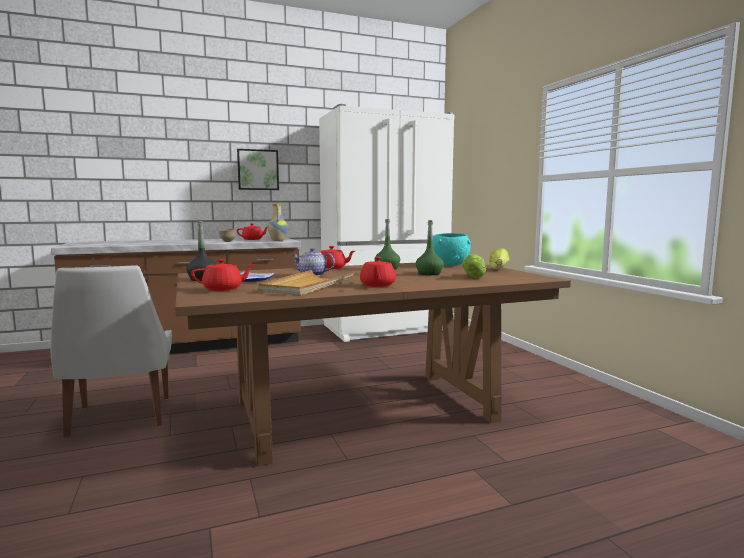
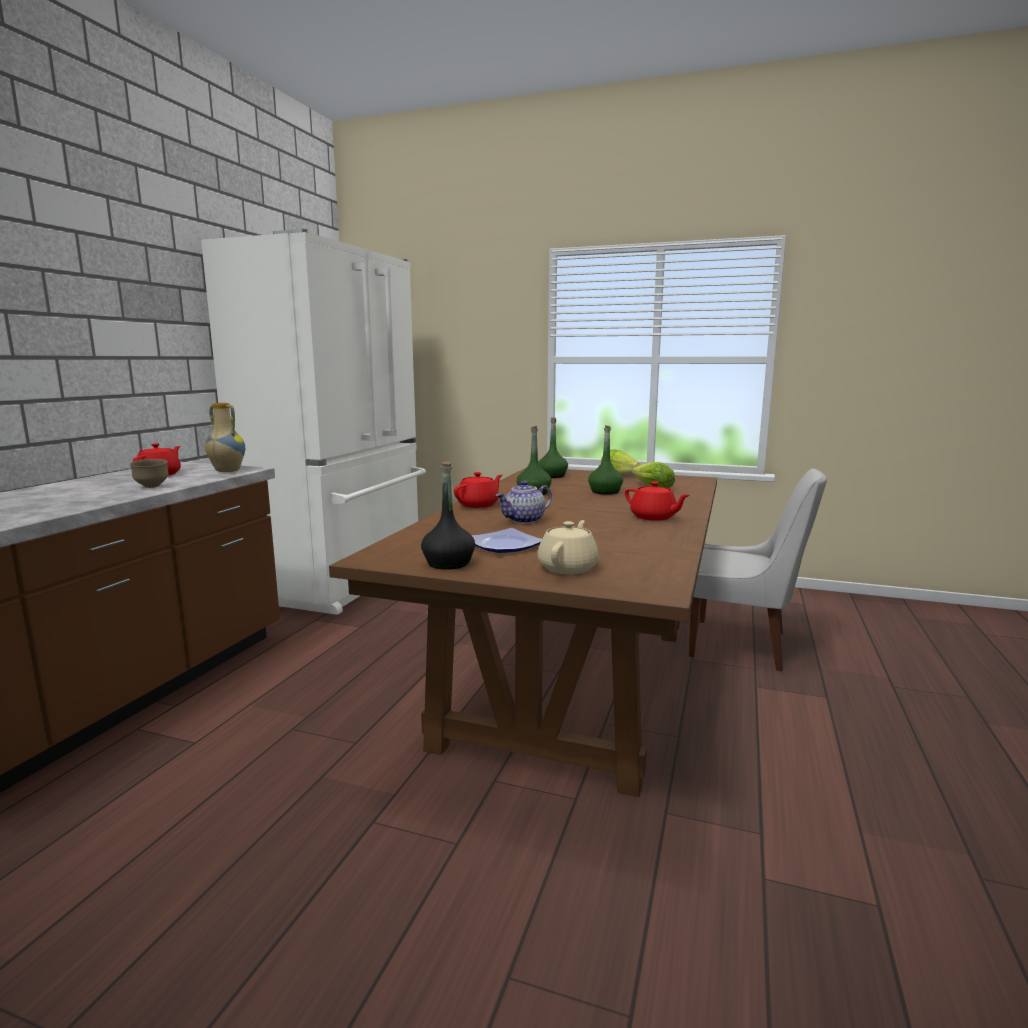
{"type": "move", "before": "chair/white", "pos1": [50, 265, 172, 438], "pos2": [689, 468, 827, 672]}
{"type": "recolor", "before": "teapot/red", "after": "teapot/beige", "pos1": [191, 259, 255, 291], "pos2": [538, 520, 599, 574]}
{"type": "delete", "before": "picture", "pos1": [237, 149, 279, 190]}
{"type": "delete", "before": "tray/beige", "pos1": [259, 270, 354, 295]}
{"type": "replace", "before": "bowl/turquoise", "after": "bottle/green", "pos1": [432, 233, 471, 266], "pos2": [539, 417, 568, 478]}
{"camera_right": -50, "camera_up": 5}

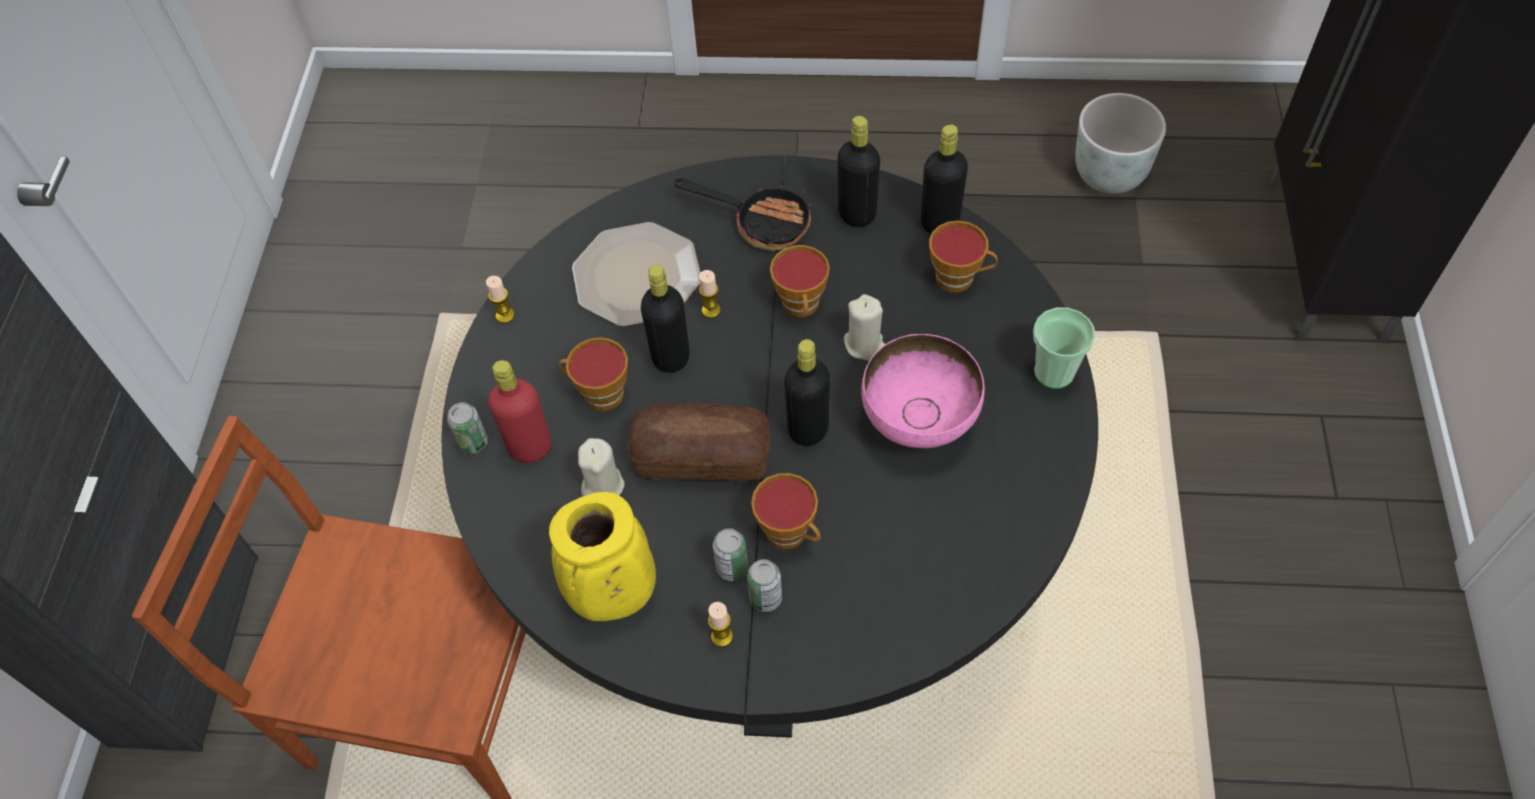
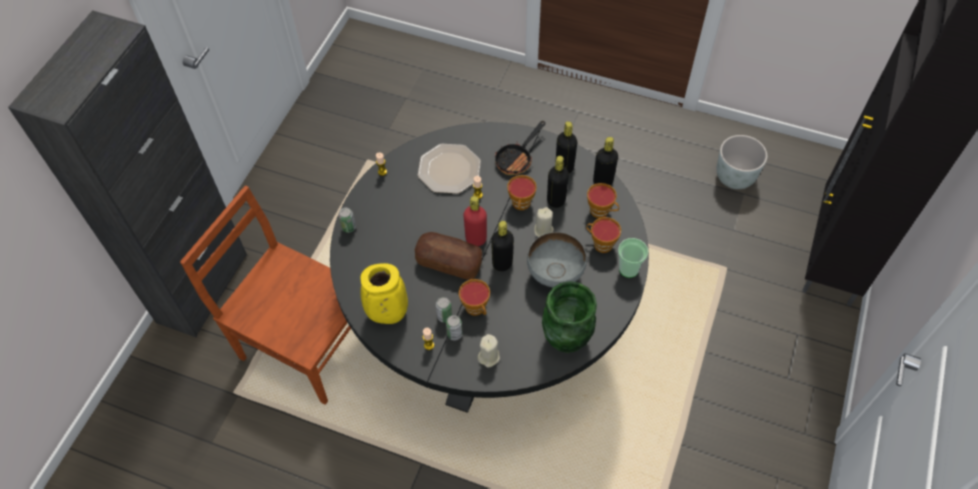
{"type": "move", "before": "bottle/red", "pos1": [488, 360, 551, 463], "pos2": [463, 196, 487, 246]}
{"type": "move", "before": "cup", "pos1": [559, 337, 628, 411], "pos2": [586, 217, 621, 253]}
{"type": "move", "before": "candle/beige", "pos1": [578, 438, 625, 496], "pos2": [478, 334, 500, 368]}
{"type": "move", "before": "bottle/black", "pos1": [641, 264, 690, 373], "pos2": [547, 156, 569, 208]}
{"type": "rotate", "before": "frying pan", "pos1": [674, 178, 811, 251], "pos2": [495, 121, 546, 175], "turn": 90}
{"type": "recolor", "before": "bowl/pink", "after": "bowl/grey", "pos1": [861, 334, 985, 448], "pos2": [527, 232, 587, 287]}
{"type": "insert", "after": "vase/green", "pos2": [542, 281, 597, 353]}
{"camera_right": 15, "camera_up": 0}

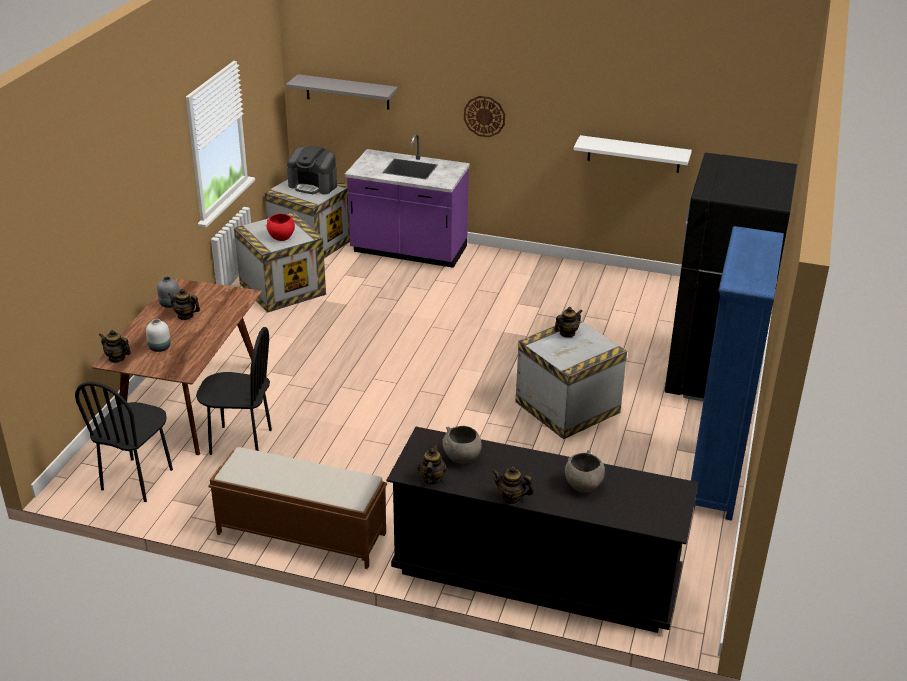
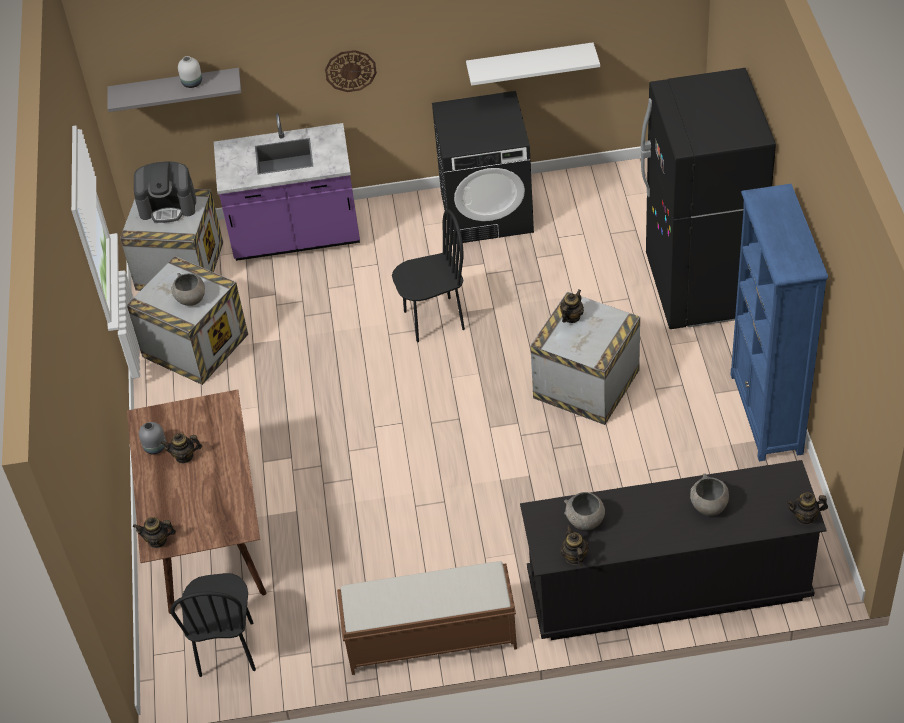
{"type": "move", "before": "vase/white", "pos1": [146, 319, 171, 352], "pos2": [178, 56, 202, 88]}
{"type": "move", "before": "chair/black", "pos1": [196, 327, 272, 455], "pos2": [392, 209, 465, 342]}
{"type": "recolor", "before": "bowl/red", "after": "bowl/grey", "pos1": [267, 213, 295, 241], "pos2": [171, 273, 205, 306]}
{"type": "move", "before": "teapot", "pos1": [492, 467, 534, 505], "pos2": [786, 492, 828, 525]}
{"type": "insert", "after": "washing machine/black", "pos2": [432, 91, 534, 245]}
{"camera_right": -20, "camera_up": 15}

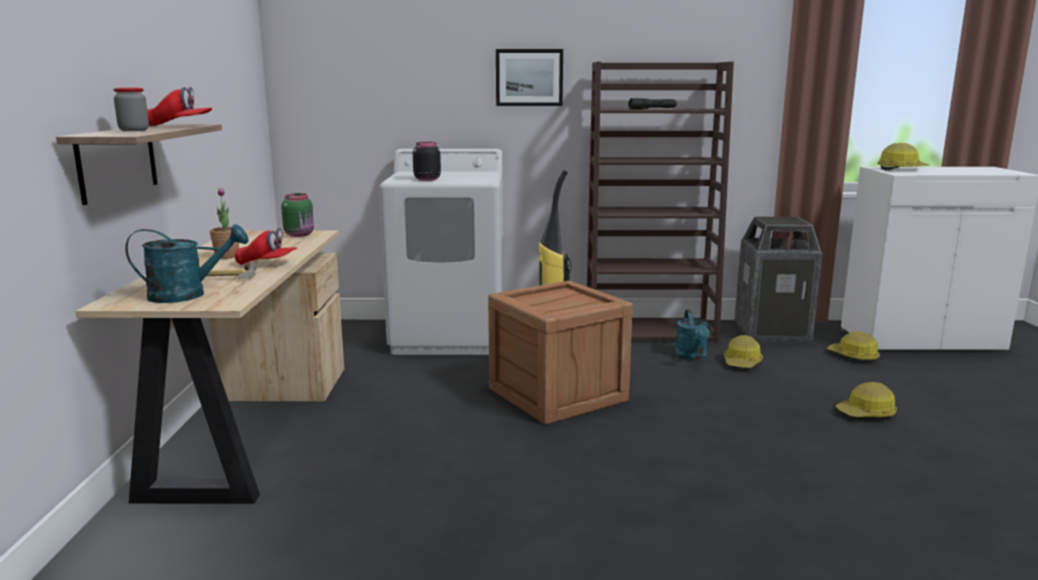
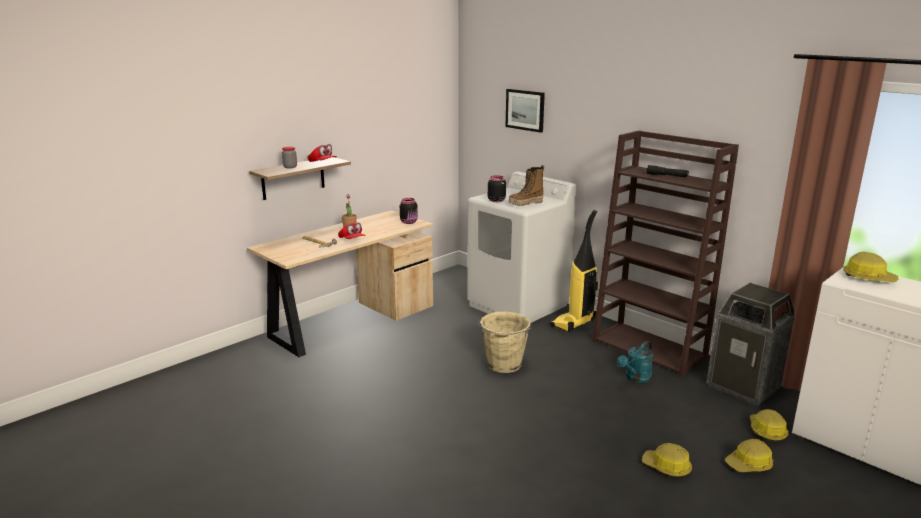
{"type": "delete", "before": "watering can/turquoise", "pos1": [125, 224, 249, 303]}
{"type": "recolor", "before": "jar/green", "after": "jar/black", "pos1": [281, 193, 314, 237], "pos2": [400, 198, 418, 224]}
{"type": "replace", "before": "crate", "after": "bucket/beige", "pos1": [488, 280, 633, 424], "pos2": [477, 311, 531, 373]}
{"type": "move", "before": "picture", "pos1": [496, 49, 563, 106], "pos2": [505, 89, 545, 133]}
{"type": "move", "before": "hard hat", "pos1": [724, 335, 763, 368], "pos2": [725, 439, 773, 472]}
{"type": "insert", "after": "boot", "pos2": [509, 165, 544, 206]}
{"camera_right": 45, "camera_up": 5}

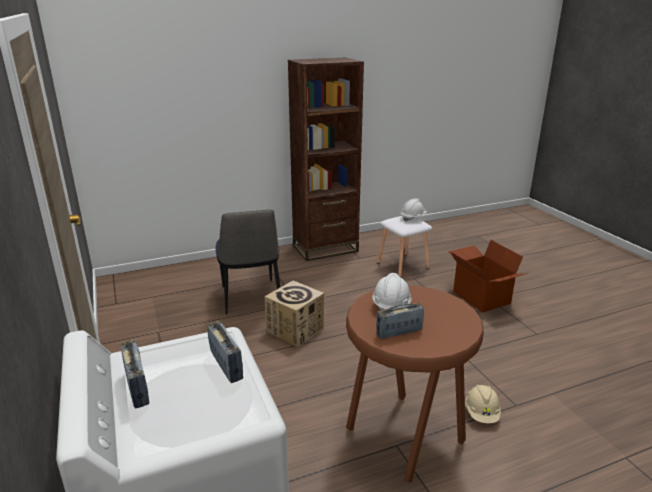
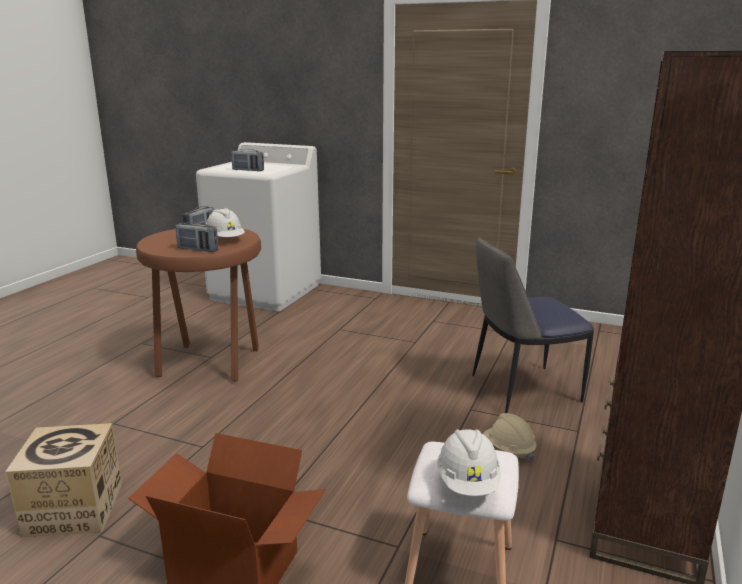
{"type": "move", "before": "radio", "pos1": [121, 340, 149, 409], "pos2": [176, 222, 218, 252]}
{"type": "rotate", "before": "chair", "pos1": [215, 209, 280, 315], "pos2": [472, 237, 594, 413], "turn": -45}
{"type": "move", "before": "cardboard box", "pos1": [265, 281, 324, 347], "pos2": [5, 423, 122, 538]}
{"type": "move", "before": "hard hat/beige", "pos1": [465, 385, 501, 423], "pos2": [483, 413, 536, 461]}
{"camera_right": 135, "camera_up": -5}

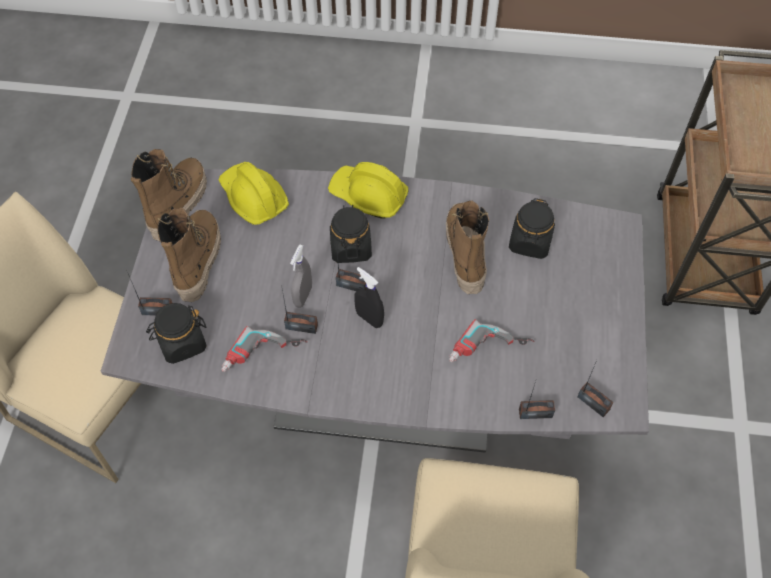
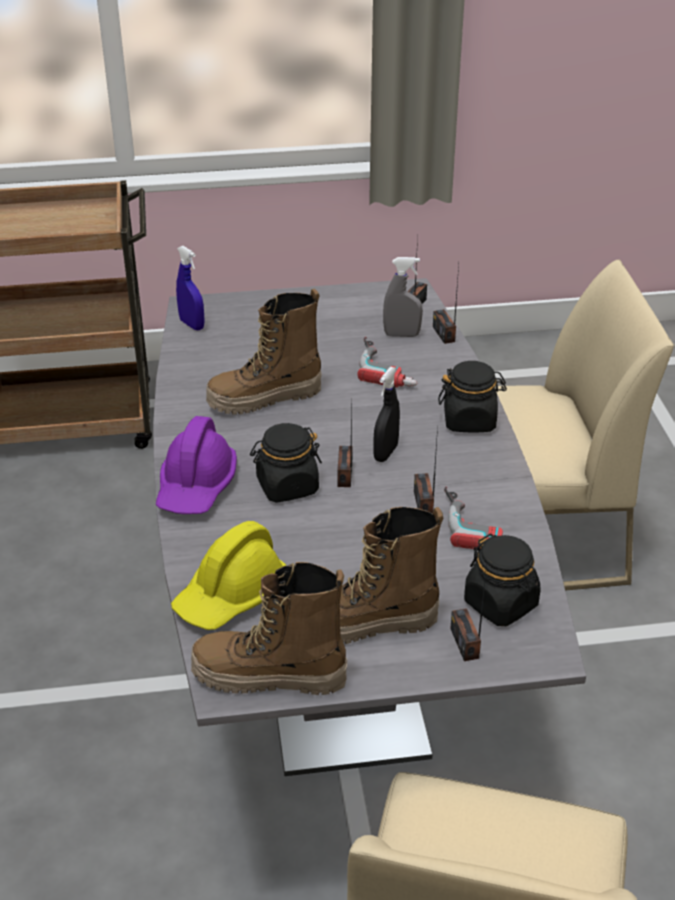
{"type": "move", "before": "spray bottle/grey", "pos1": [290, 244, 312, 308], "pos2": [383, 257, 423, 337]}
{"type": "recolor", "before": "hard hat/yellow", "after": "hard hat/purple", "pos1": [328, 162, 409, 219], "pos2": [156, 416, 237, 514]}
{"type": "move", "before": "jar/black", "pos1": [509, 198, 555, 259], "pos2": [438, 361, 507, 433]}
{"type": "insert", "after": "spray bottle/blue", "pos2": [176, 246, 205, 330]}
{"camera_right": -105, "camera_up": -20}

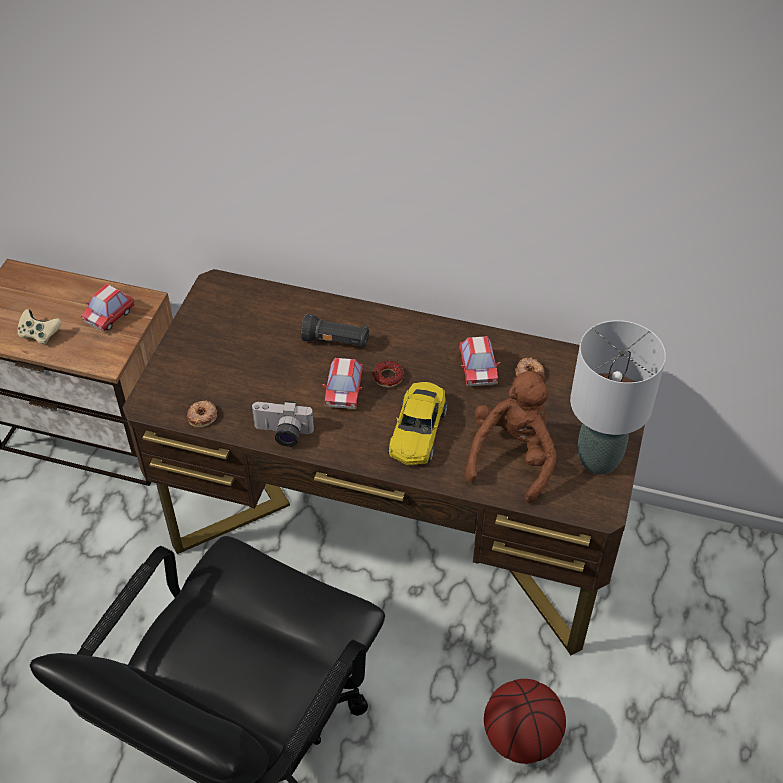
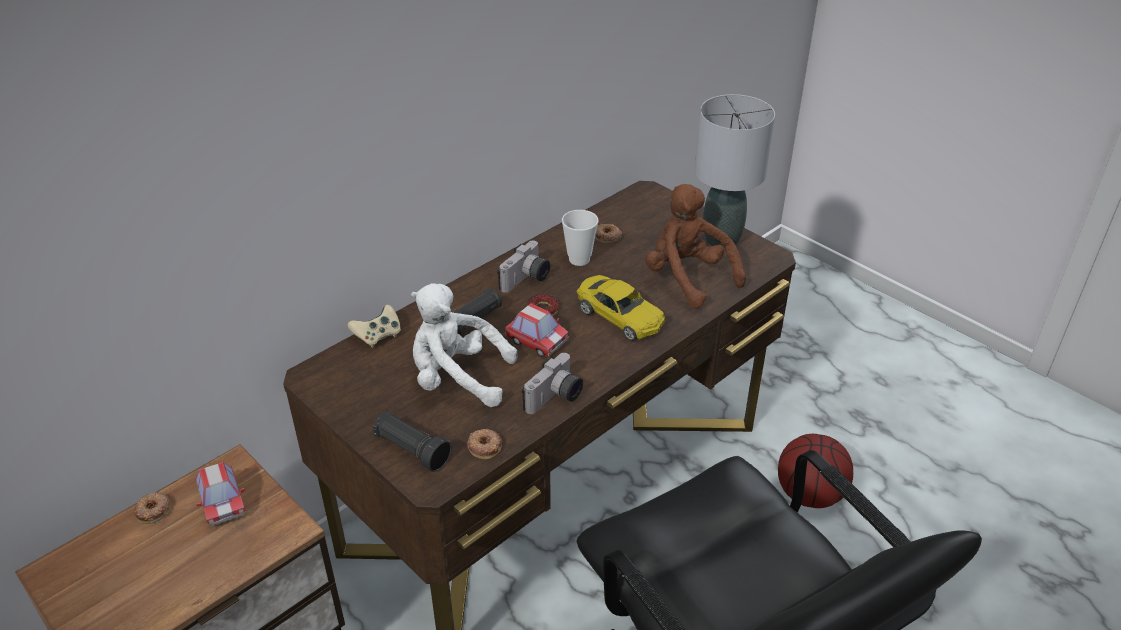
{"type": "move", "before": "game controller/beige", "pos1": [18, 309, 62, 345], "pos2": [348, 305, 401, 348]}
{"type": "replace", "before": "toy car", "after": "cup", "pos1": [459, 336, 500, 387], "pos2": [562, 210, 598, 266]}
{"type": "insert", "after": "donut", "pos2": [134, 492, 171, 524]}
{"type": "insert", "after": "flashlight/black", "pos2": [373, 411, 451, 472]}
{"type": "insert", "after": "plush toy/white", "pos2": [411, 283, 517, 407]}
{"type": "insert", "after": "photo camera", "pos2": [497, 241, 550, 293]}
{"camera_right": -60, "camera_up": -10}

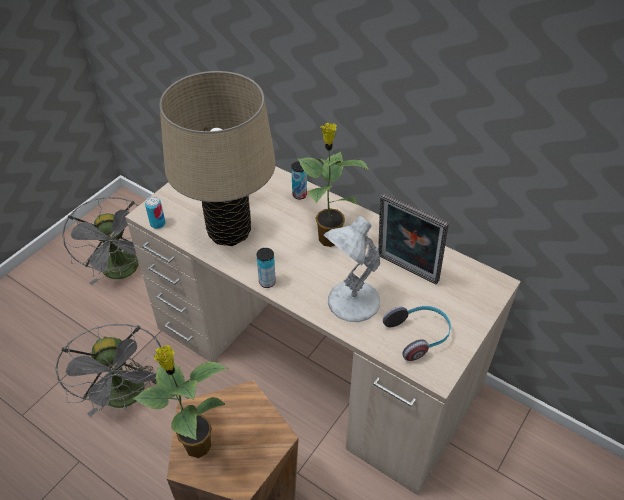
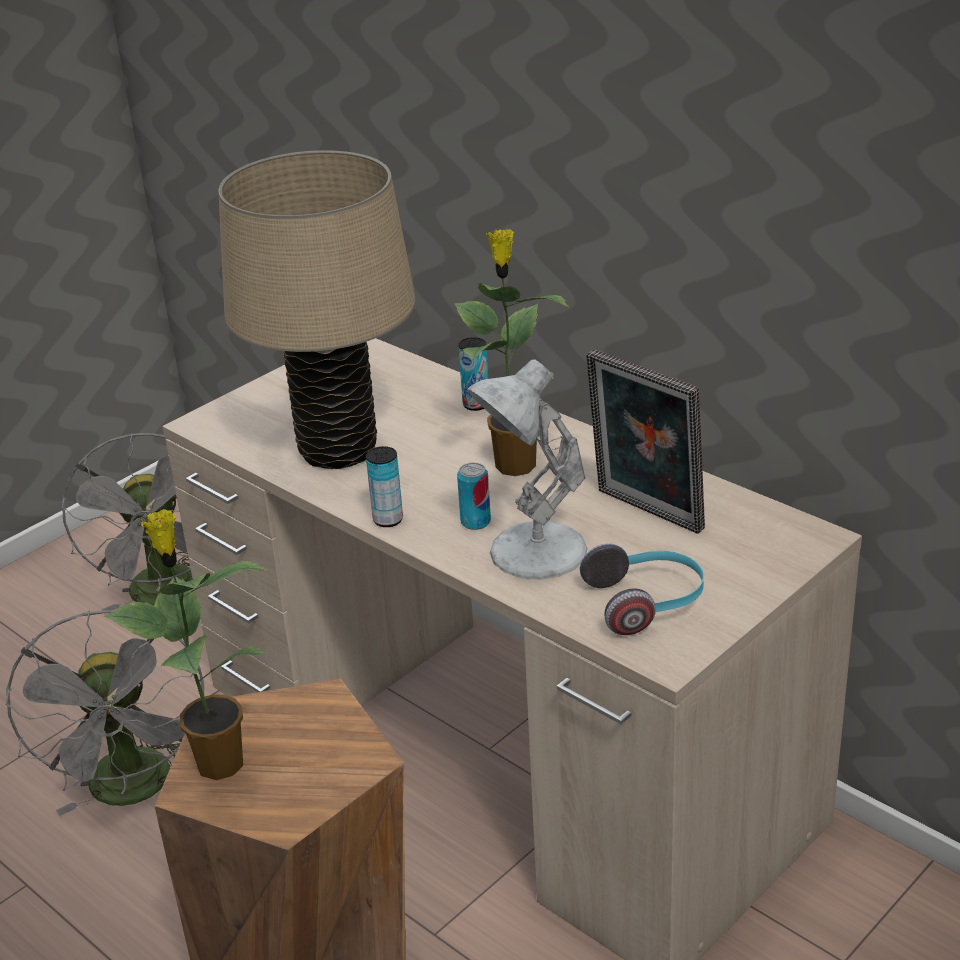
{"type": "move", "before": "can", "pos1": [145, 197, 166, 229], "pos2": [457, 463, 491, 530]}
{"camera_right": 10, "camera_up": -15}

